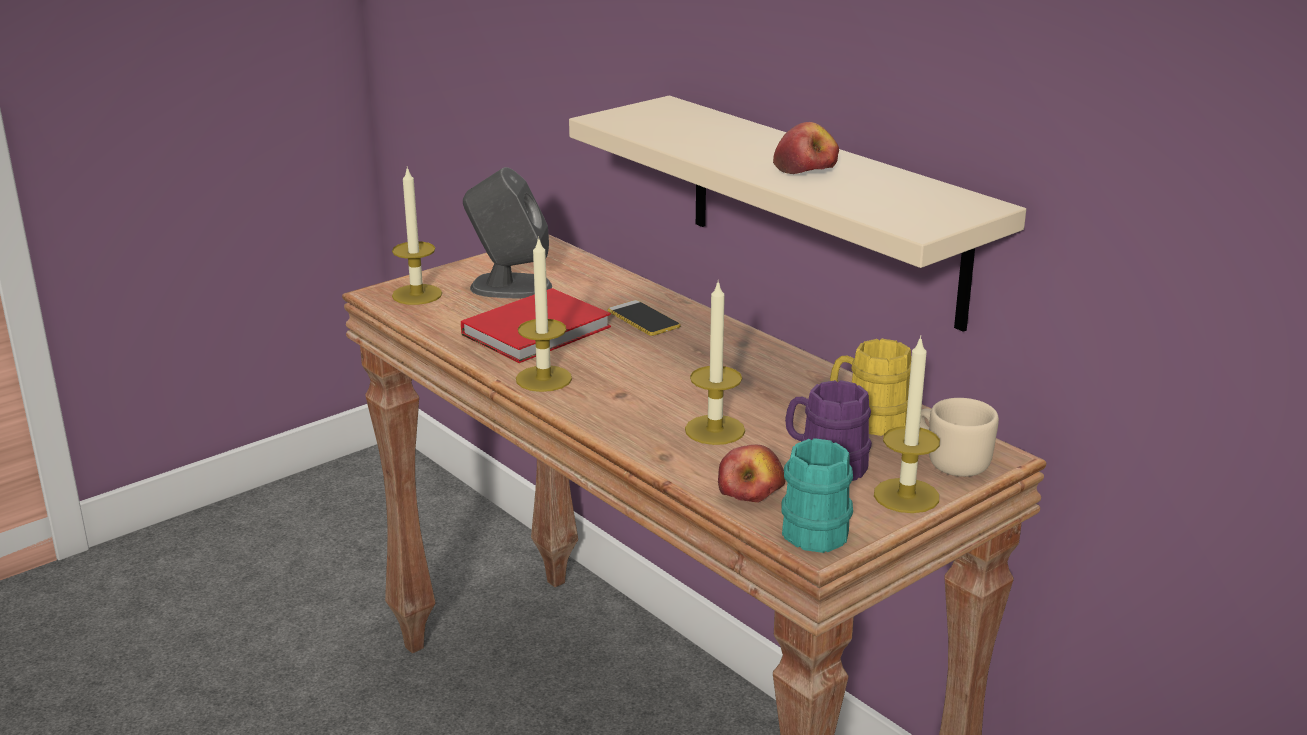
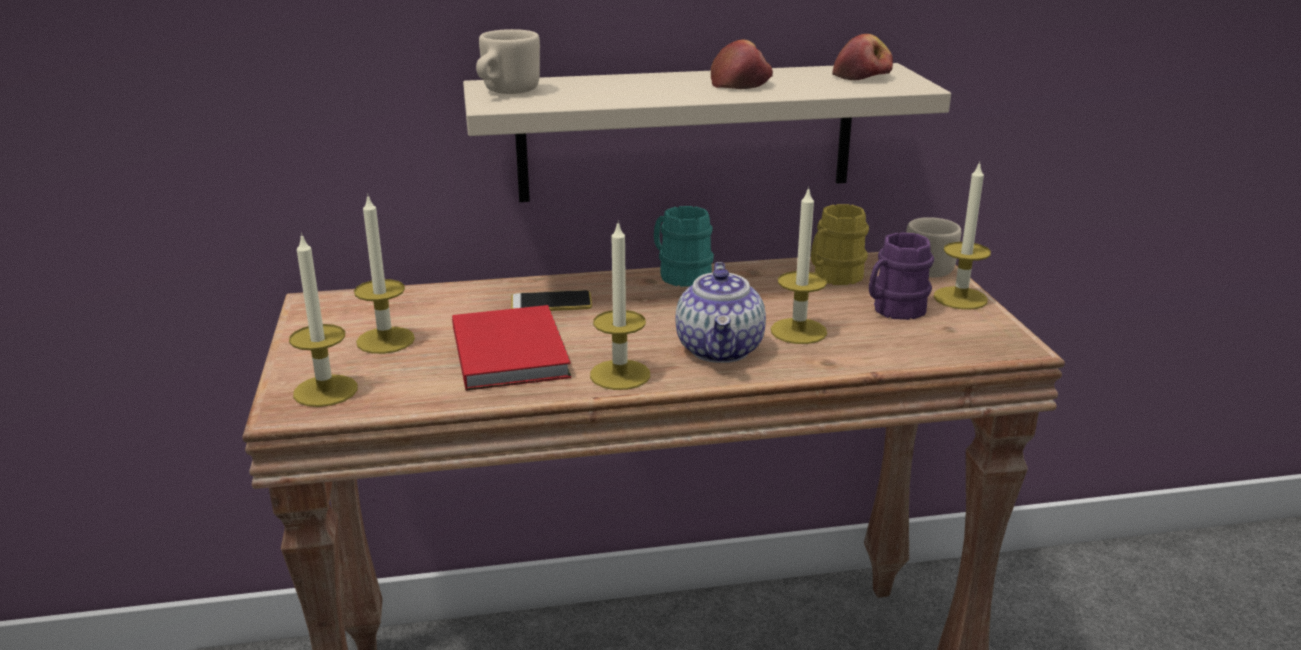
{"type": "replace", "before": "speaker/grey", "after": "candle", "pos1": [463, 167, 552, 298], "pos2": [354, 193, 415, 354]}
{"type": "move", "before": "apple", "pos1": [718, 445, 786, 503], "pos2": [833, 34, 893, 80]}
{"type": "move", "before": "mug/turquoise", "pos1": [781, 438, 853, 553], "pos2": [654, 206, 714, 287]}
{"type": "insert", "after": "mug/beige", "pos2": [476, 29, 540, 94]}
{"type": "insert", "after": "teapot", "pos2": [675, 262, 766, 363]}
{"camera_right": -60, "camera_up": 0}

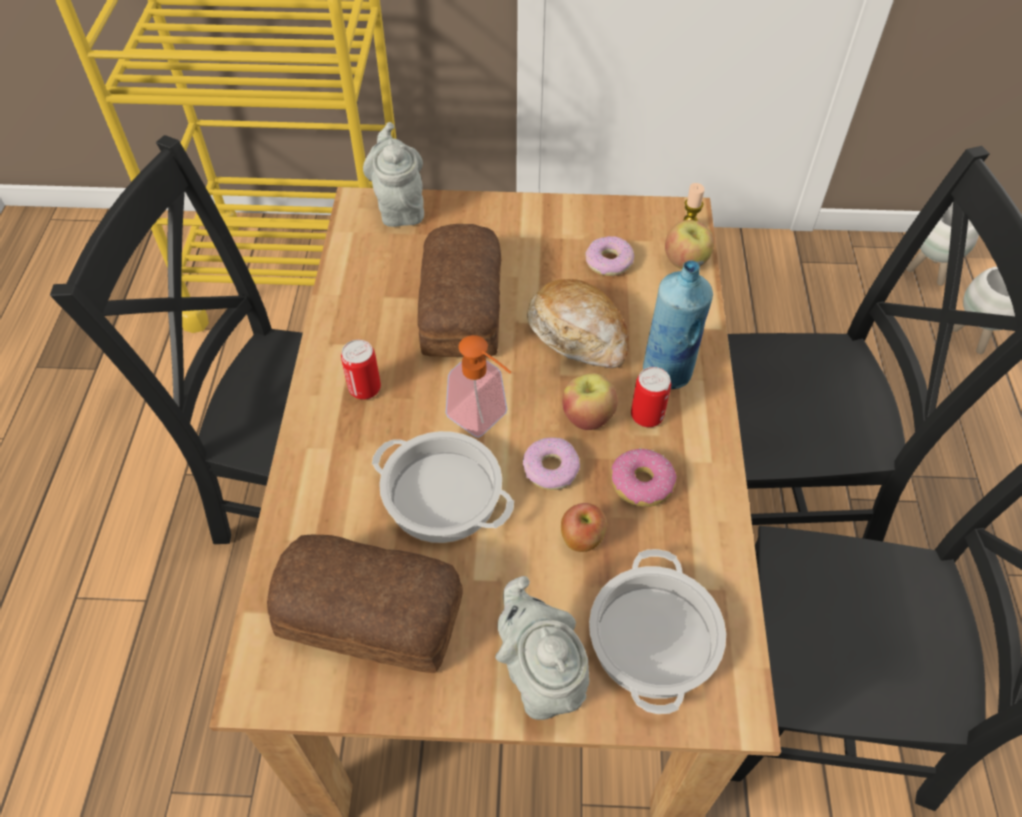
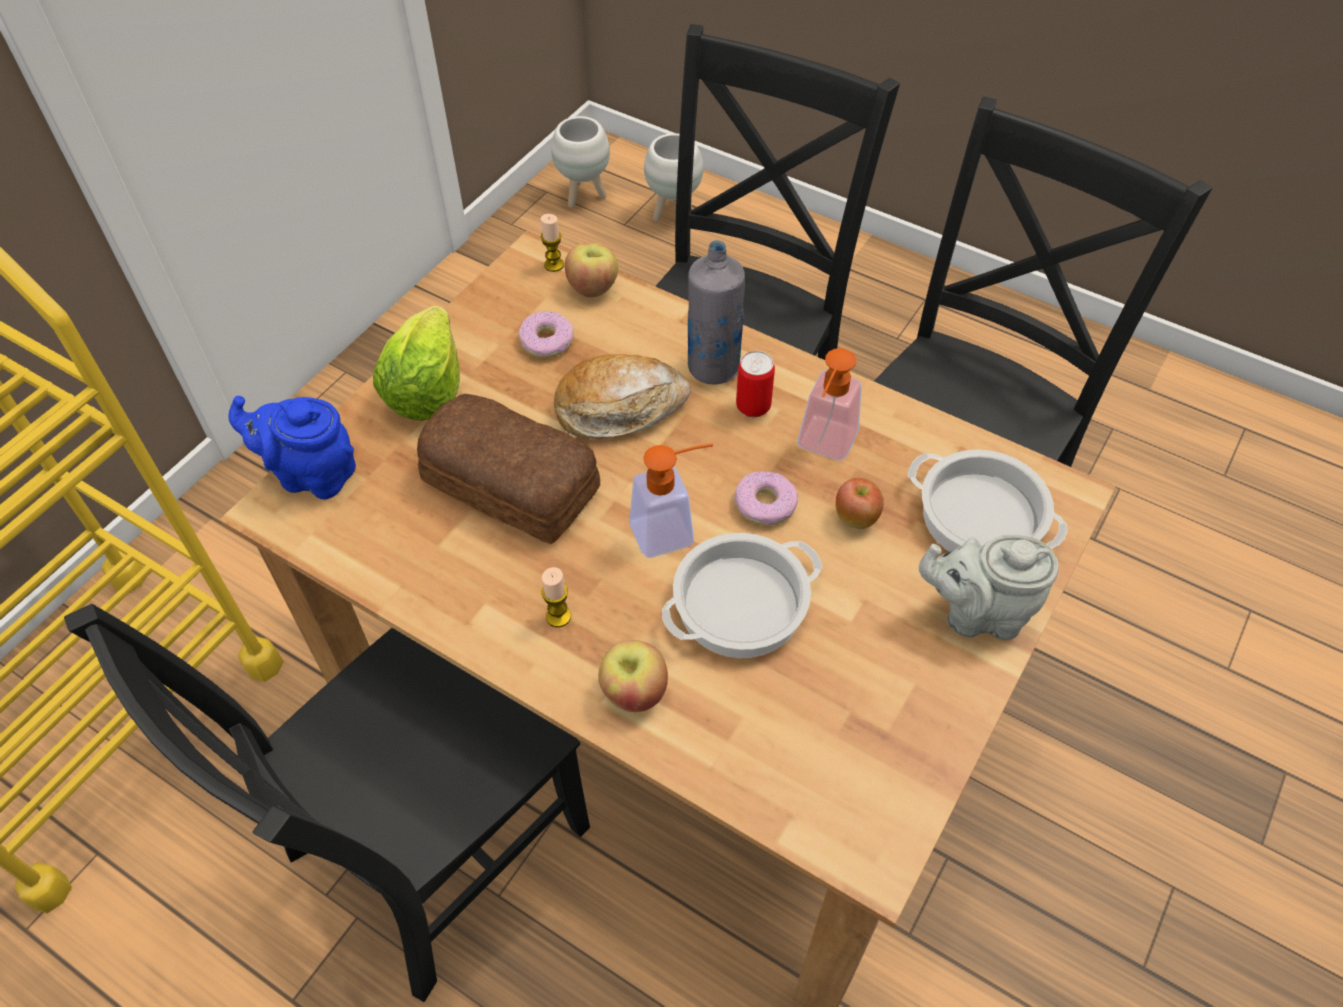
{"type": "delete", "before": "bread", "pos1": [267, 535, 463, 673]}
{"type": "replace", "before": "can", "after": "candle", "pos1": [341, 340, 381, 400], "pos2": [541, 567, 571, 627]}
{"type": "recolor", "before": "teapot/grey", "after": "teapot/blue", "pos1": [363, 122, 424, 227], "pos2": [228, 396, 356, 500]}
{"type": "move", "before": "apple", "pos1": [562, 373, 618, 430], "pos2": [598, 640, 668, 712]}
{"type": "replace", "before": "donut", "after": "soap dispenser", "pos1": [611, 449, 677, 507], "pos2": [798, 348, 862, 460]}
{"type": "recolor", "before": "bottle/blue", "after": "bottle/grey", "pos1": [643, 260, 713, 389], "pos2": [688, 240, 745, 384]}
{"type": "insert", "after": "lettuce", "pos2": [373, 306, 460, 420]}
{"camera_right": -60, "camera_up": 0}

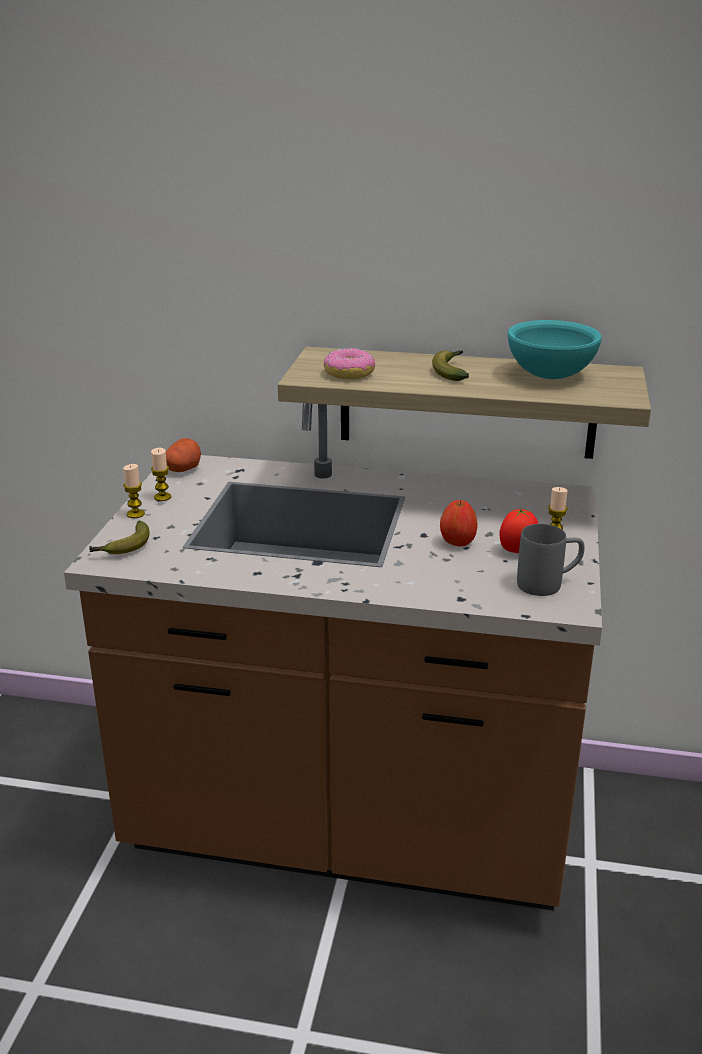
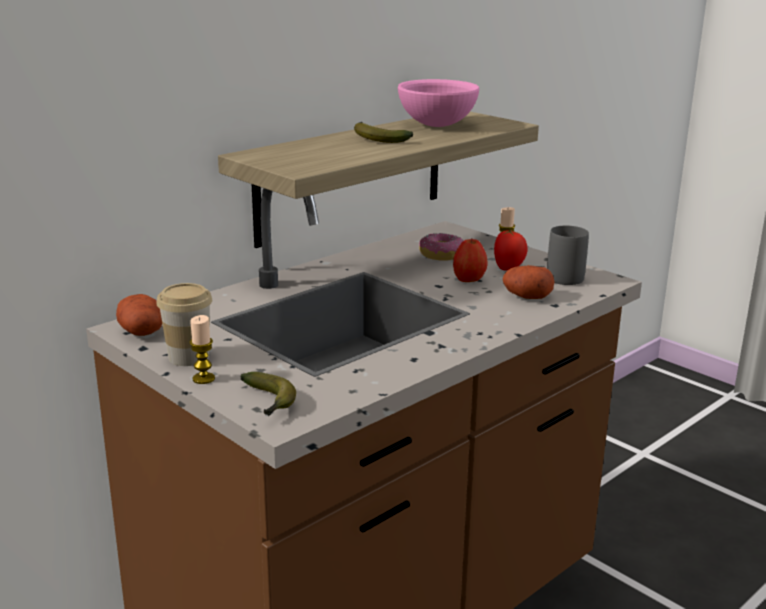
{"type": "replace", "before": "candle", "after": "cup", "pos1": [151, 448, 171, 501], "pos2": [156, 283, 212, 366]}
{"type": "move", "before": "donut", "pos1": [324, 348, 375, 379], "pos2": [419, 233, 464, 260]}
{"type": "recolor", "before": "bowl/turquoise", "after": "bowl/pink", "pos1": [508, 320, 602, 379], "pos2": [398, 79, 479, 127]}
{"type": "insert", "after": "potato", "pos2": [503, 265, 555, 299]}
{"camera_right": -55, "camera_up": -5}

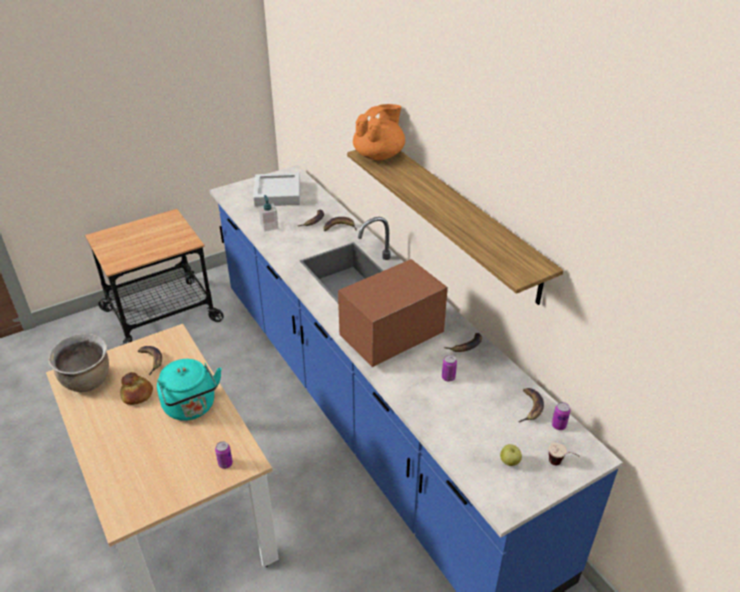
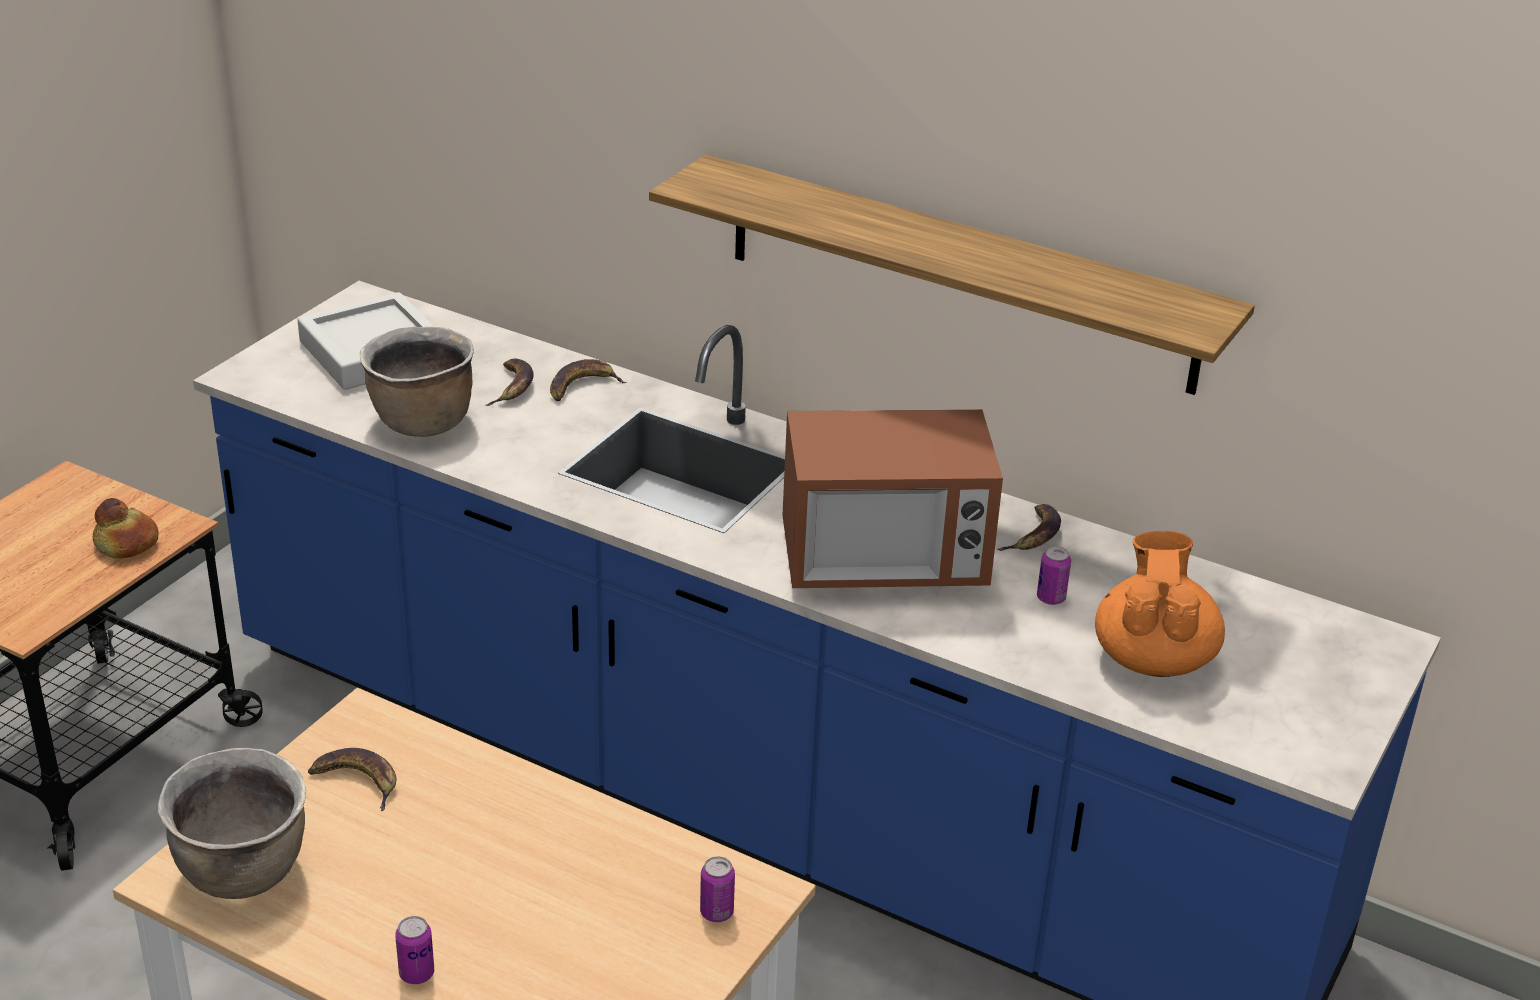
{"type": "move", "before": "bread", "pos1": [120, 372, 153, 405], "pos2": [93, 498, 158, 558]}
{"type": "delete", "before": "kettle/turquoise", "pos1": [157, 359, 222, 421]}
{"type": "replace", "before": "soap dispenser", "after": "cooking pot/brown", "pos1": [259, 195, 279, 232], "pos2": [360, 327, 474, 437]}
{"type": "rotate", "before": "microwave", "pos1": [338, 259, 448, 367], "pos2": [782, 409, 1003, 588], "turn": -120}
{"type": "move", "before": "teapot/orange", "pos1": [353, 104, 405, 160], "pos2": [1095, 531, 1225, 677]}
{"type": "delete", "before": "apple", "pos1": [500, 444, 522, 466]}
{"type": "delete", "before": "banana", "pos1": [518, 388, 544, 422]}
{"type": "delete", "before": "cup", "pos1": [549, 443, 580, 465]}
{"type": "move", "before": "can", "pos1": [552, 402, 571, 430], "pos2": [395, 916, 434, 984]}
{"camera_right": -30, "camera_up": -5}

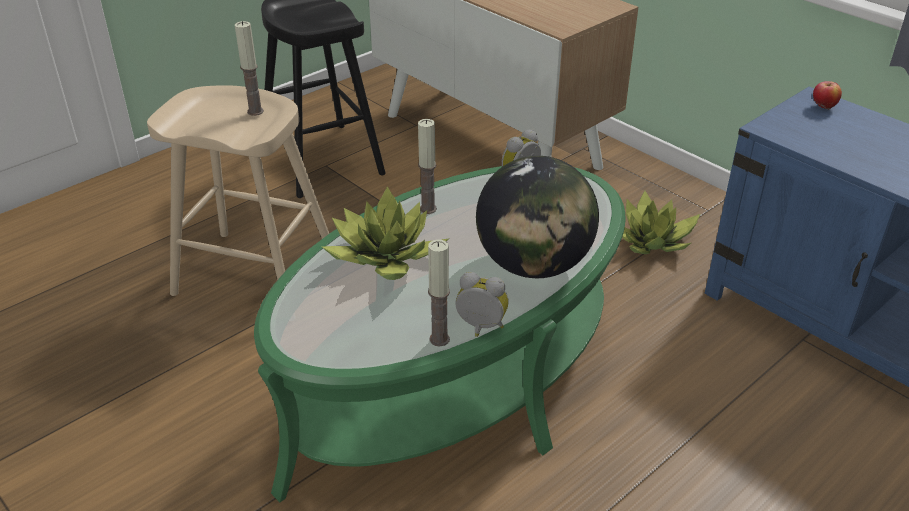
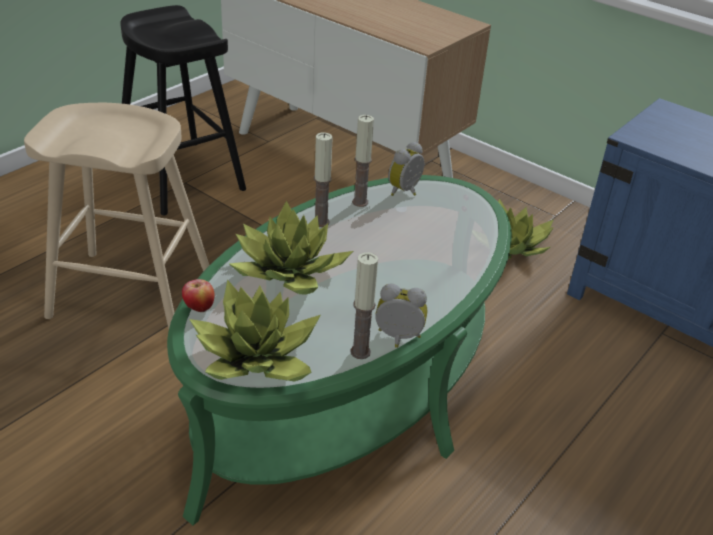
{"type": "move", "before": "candle", "pos1": [235, 21, 264, 116], "pos2": [352, 115, 374, 207]}
{"type": "delete", "before": "globe", "pos1": [476, 156, 599, 278]}
{"type": "move", "before": "apple", "pos1": [813, 81, 842, 109], "pos2": [182, 279, 215, 313]}
{"type": "insert", "after": "potted plant", "pos2": [189, 279, 321, 381]}
{"camera_right": -10, "camera_up": 0}

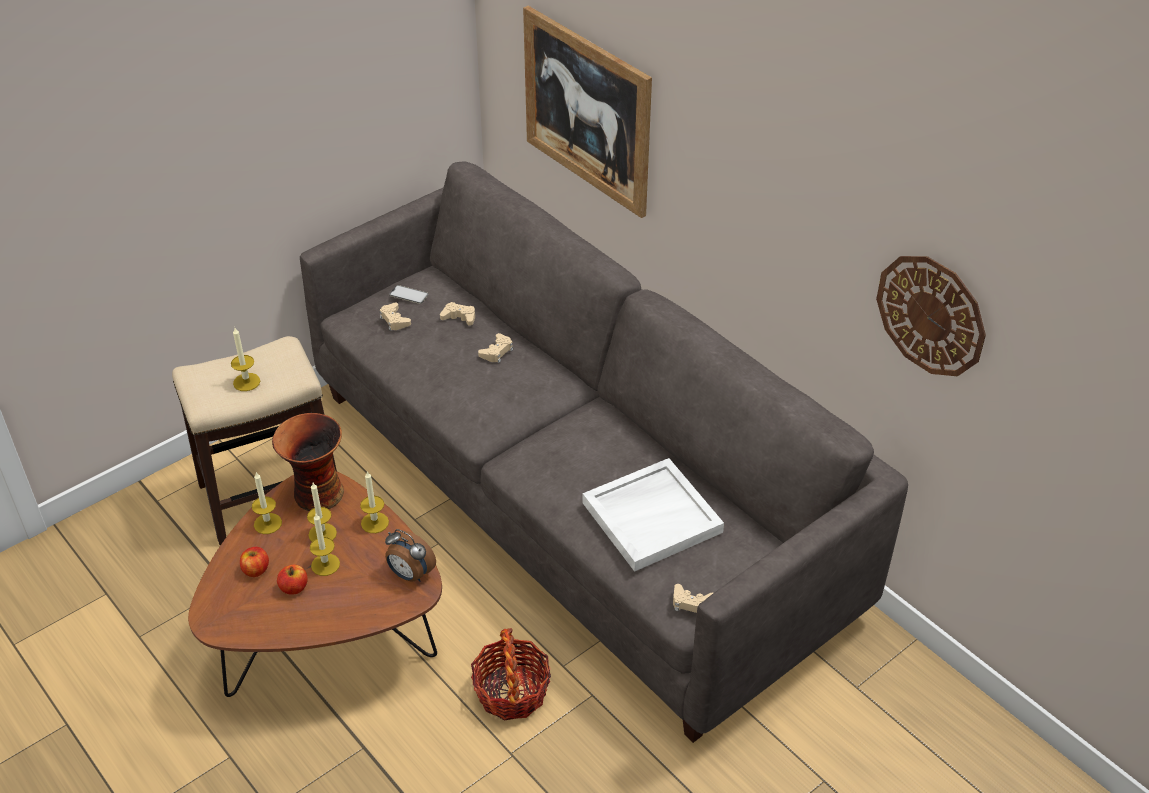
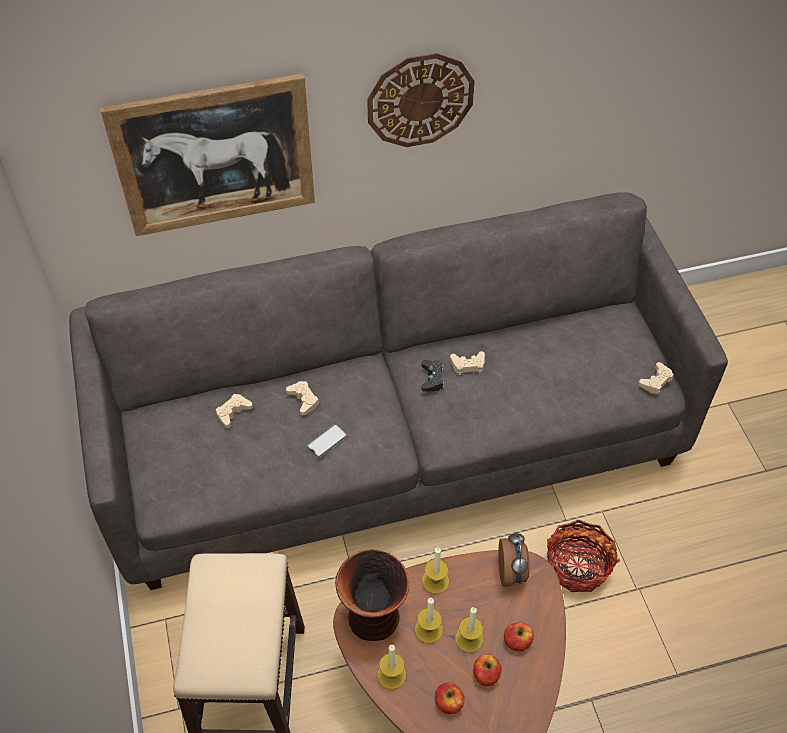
{"type": "delete", "before": "candle", "pos1": [231, 328, 260, 391]}
{"type": "move", "before": "game controller/beige", "pos1": [380, 302, 411, 331], "pos2": [450, 351, 485, 375]}
{"type": "rotate", "before": "alarm clock", "pos1": [385, 529, 436, 582], "pos2": [498, 531, 530, 587], "turn": -60}
{"type": "move", "before": "phone", "pos1": [389, 285, 429, 304], "pos2": [307, 424, 347, 458]}
{"type": "delete", "before": "tray/white", "pos1": [583, 458, 724, 572]}
{"type": "move", "before": "wall clock", "pos1": [876, 256, 986, 376], "pos2": [367, 53, 475, 147]}
{"type": "insert", "after": "game controller/black", "pos2": [422, 360, 444, 392]}
{"type": "insert", "after": "apple", "pos2": [504, 622, 534, 651]}
{"camera_right": -65, "camera_up": 10}

